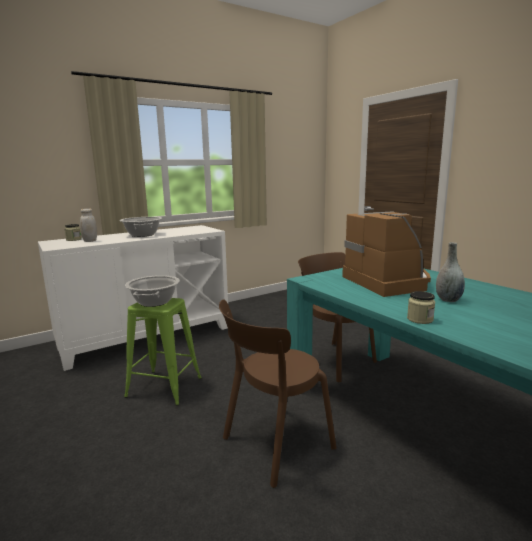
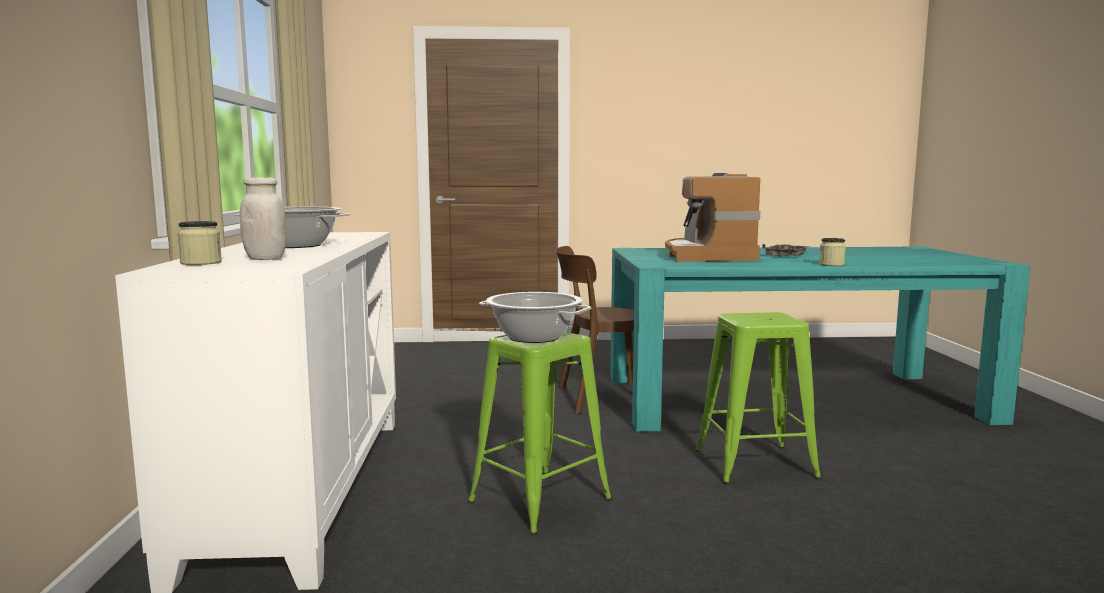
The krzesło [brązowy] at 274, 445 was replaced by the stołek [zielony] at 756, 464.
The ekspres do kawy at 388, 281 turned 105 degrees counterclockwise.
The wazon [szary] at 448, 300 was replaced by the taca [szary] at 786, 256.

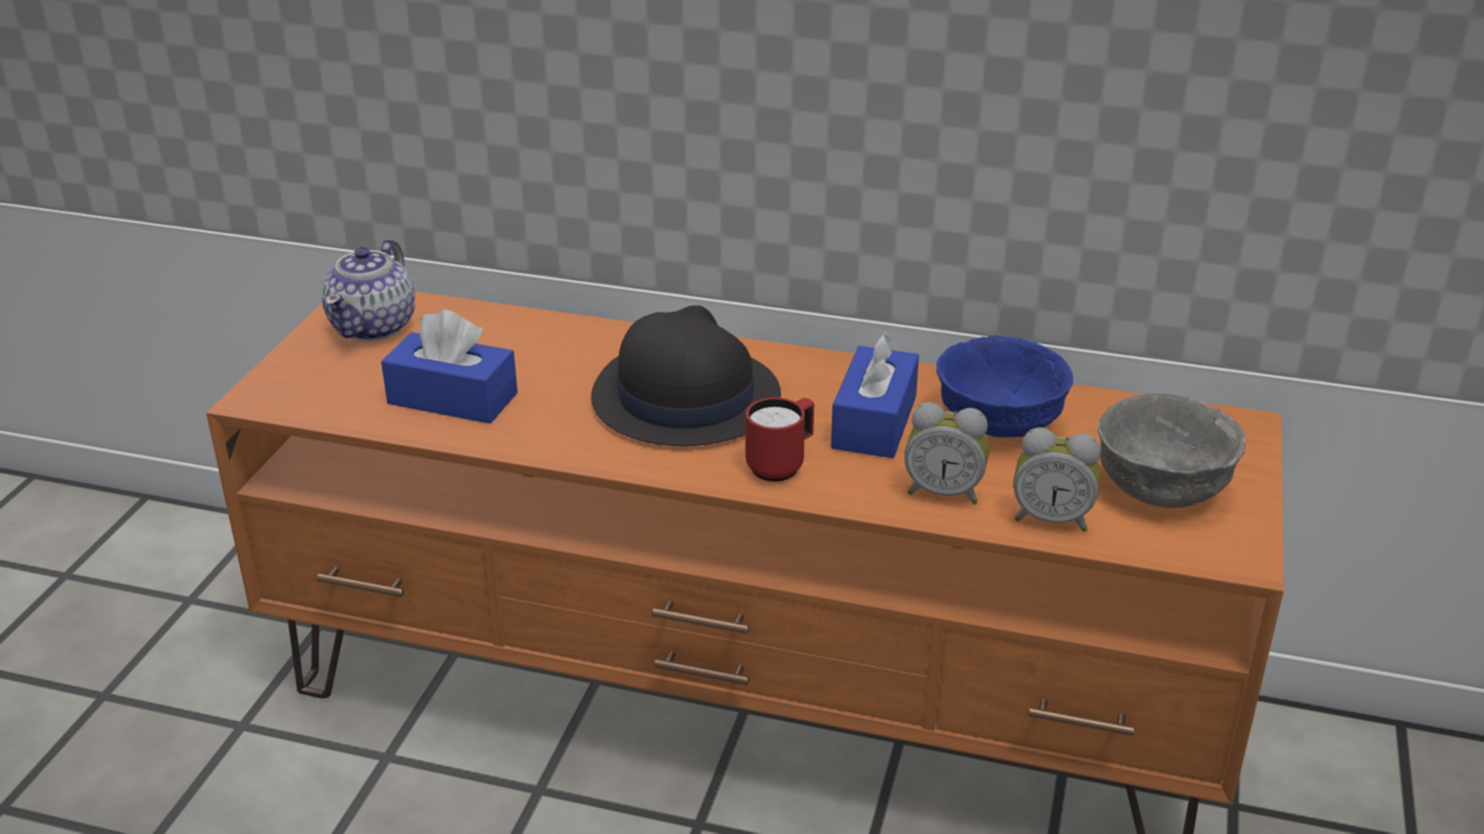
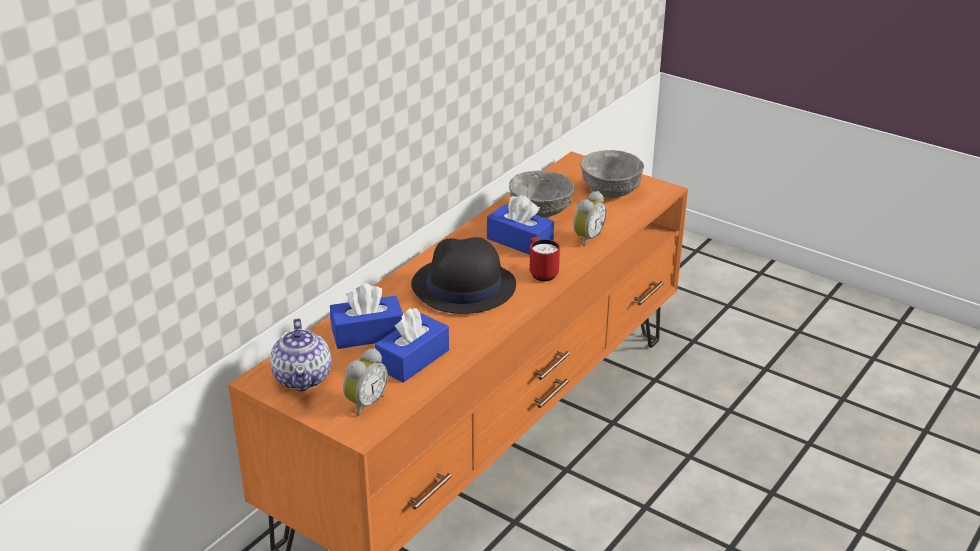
The imbryk at 374, 326 turned 45 degrees clockwise.
The miska [niebieski] at 997, 422 became the miska [szary] at 539, 212.
The budzik moved from 1051, 518 to 364, 403.
The pudełko chusteczek [niebieski] at 367, 334 appeared.

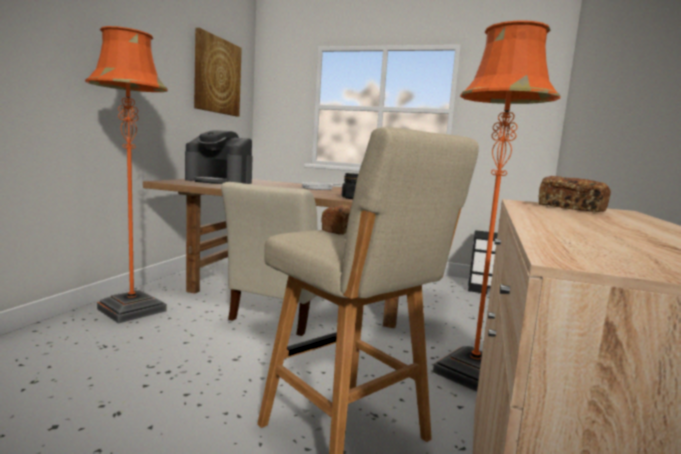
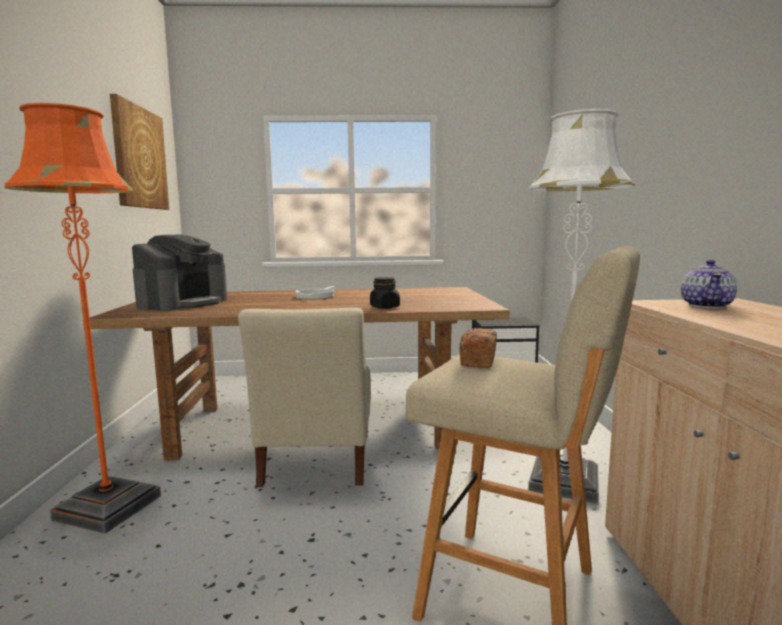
The ekspres do kawy at 219, 181 turned 60 degrees counterclockwise.
The lampa stojąca [pomarańczowy] at 473, 374 became the lampa stojąca [biały] at 564, 481.
The chleb at 571, 208 was replaced by the imbryk at 707, 305.

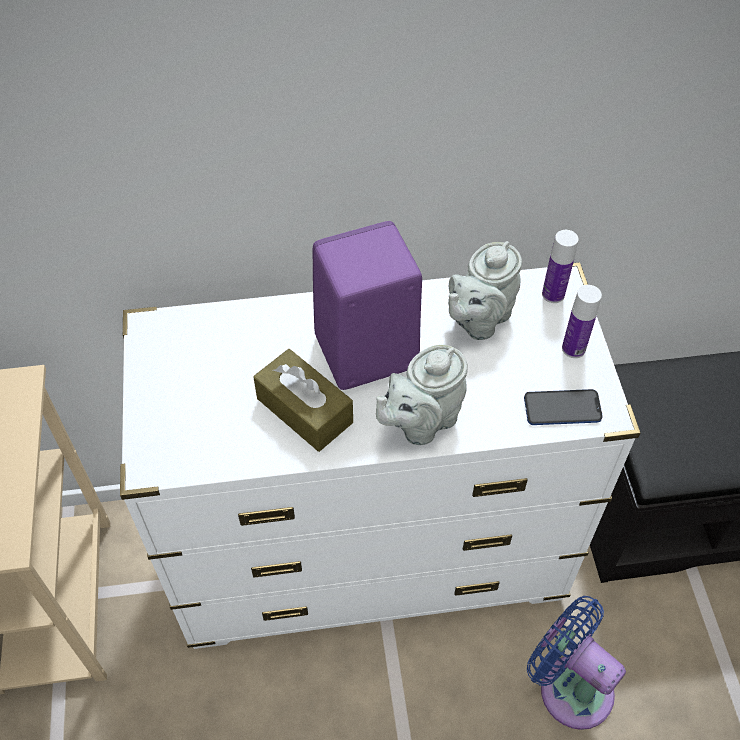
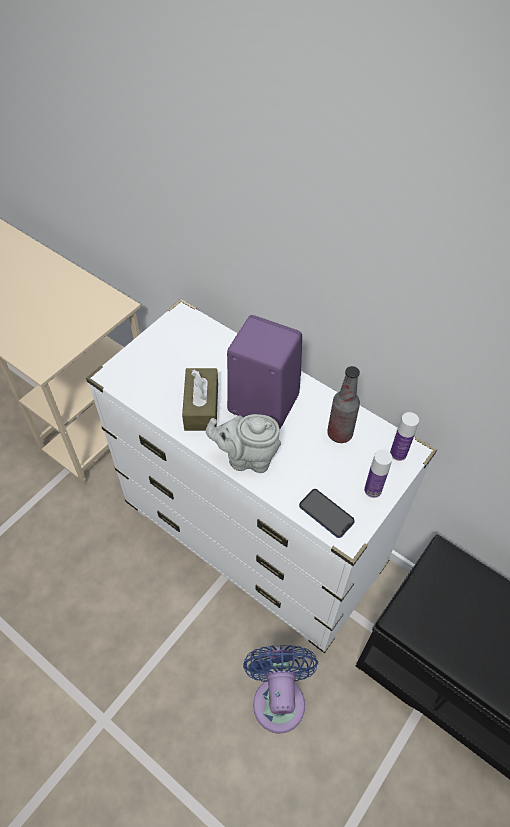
The imbryk [szary] at 479, 320 was replaced by the butelka at 339, 434.

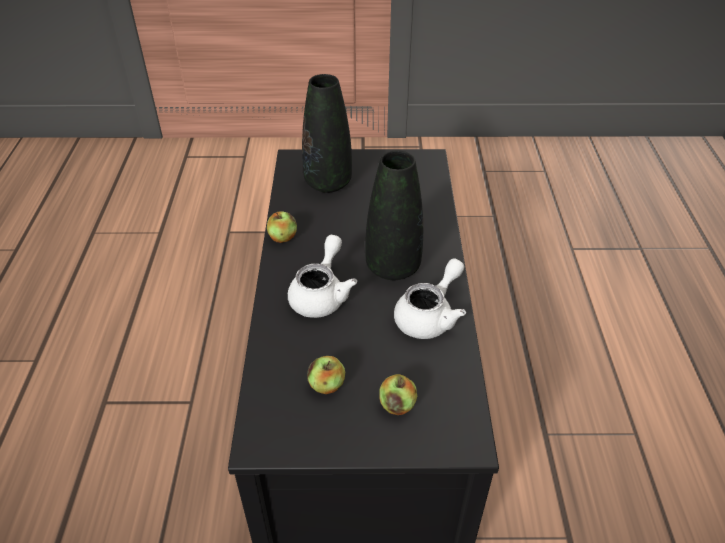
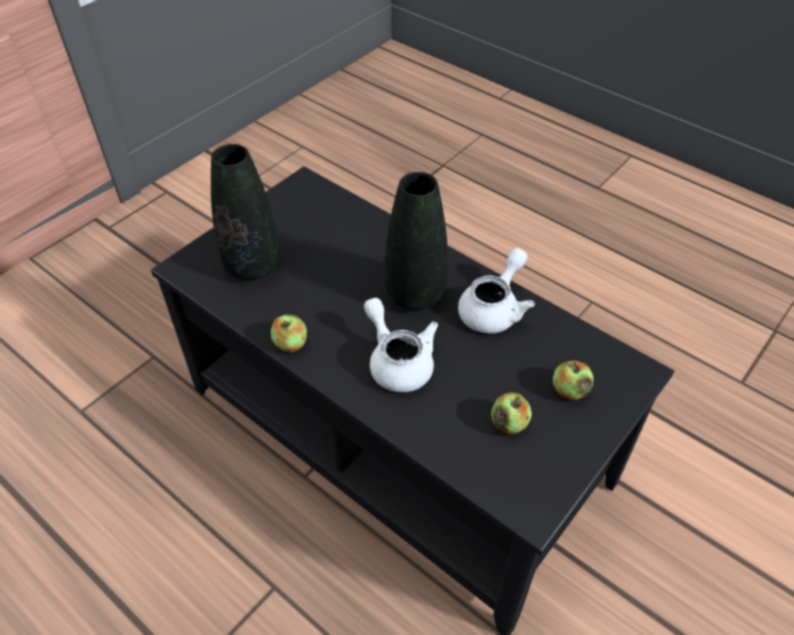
The imbryk [biały] at 430, 316 turned 45 degrees clockwise.

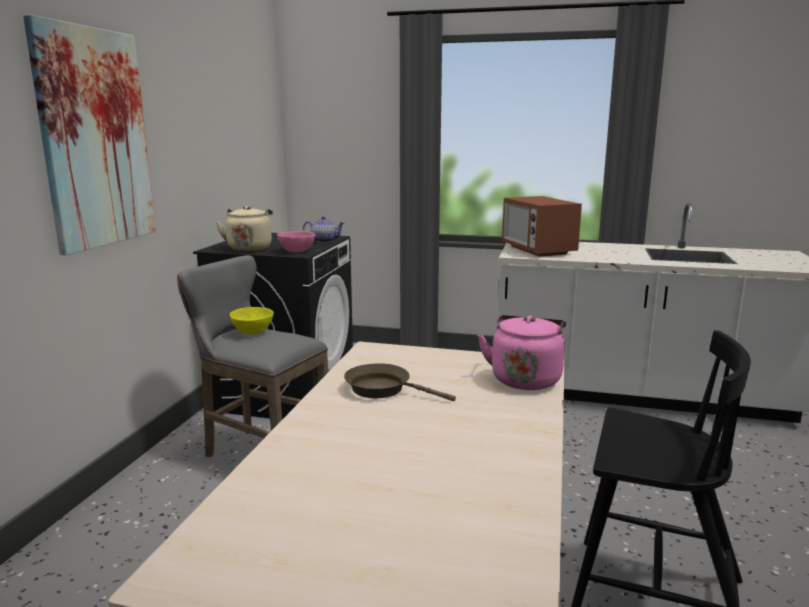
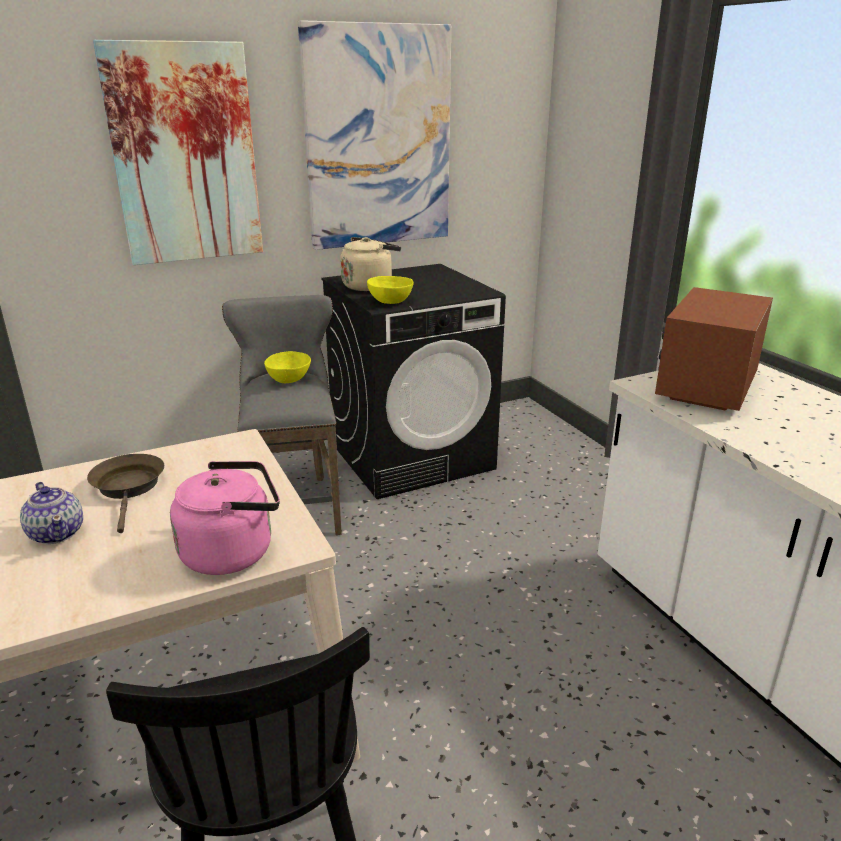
The miska [różowy] at 296, 251 became the miska [żółty] at 389, 302.
The imbryk moved from 324, 241 to 57, 533.
The obraz at 378, 138 appeared.

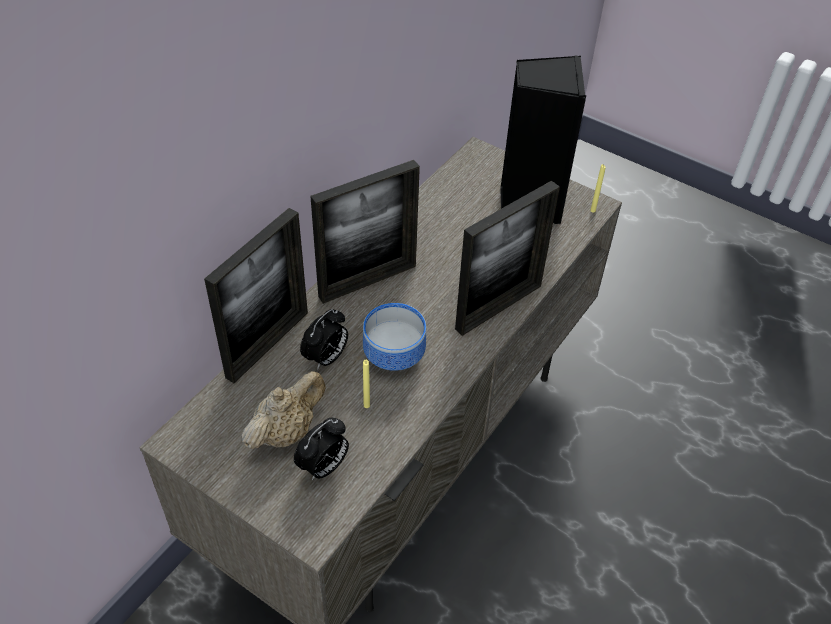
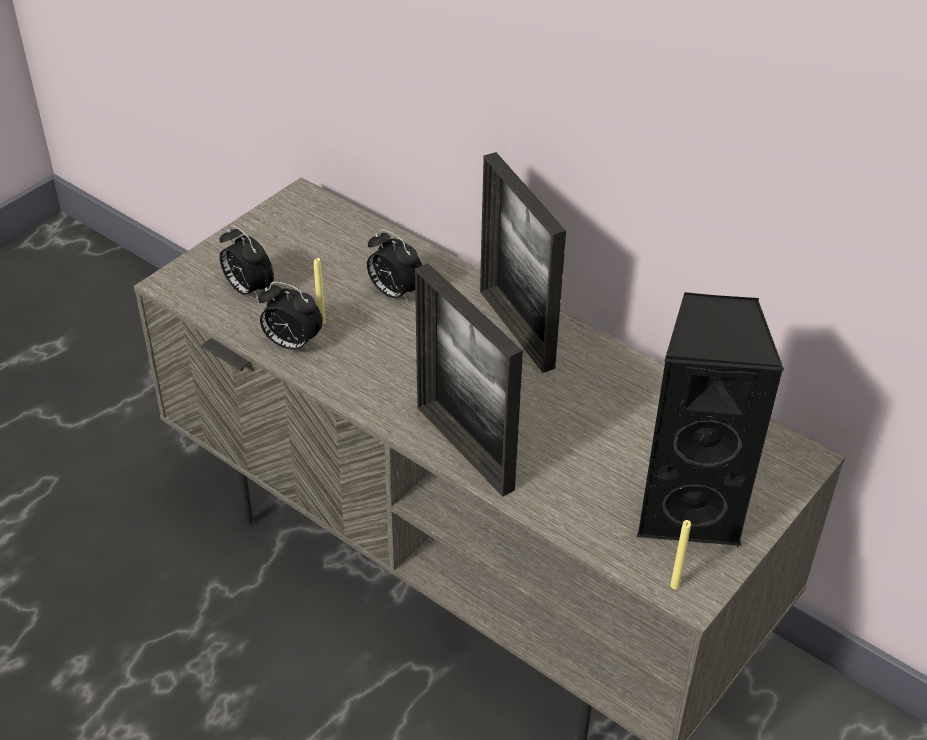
The ramka na zdjęcie at 267, 344 disappeared.
The imbryk [beżowy] at 286, 431 disappeared.
The miska at 392, 355 disappeared.
The budzik at 291, 344 appeared.

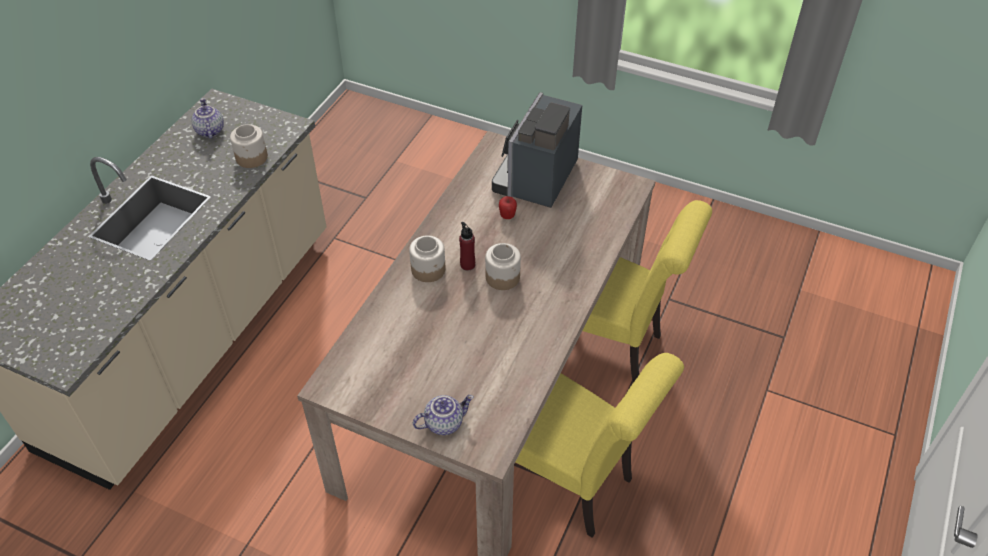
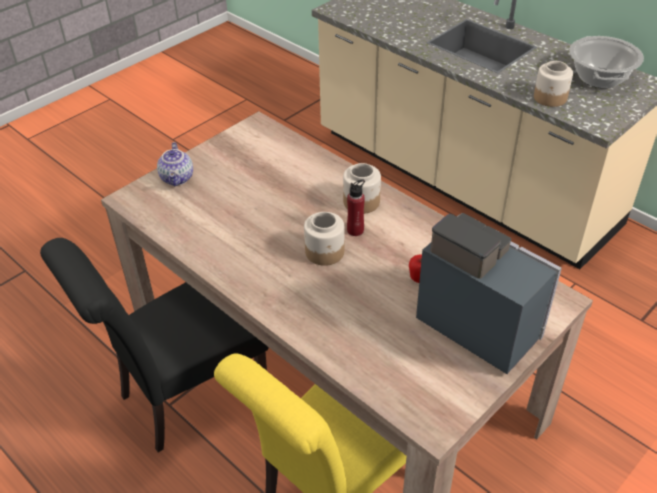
The imbryk at 209, 131 was replaced by the garnek at 599, 78.
The krzesło [żółty] at 570, 482 became the krzesło [czarny] at 185, 397.

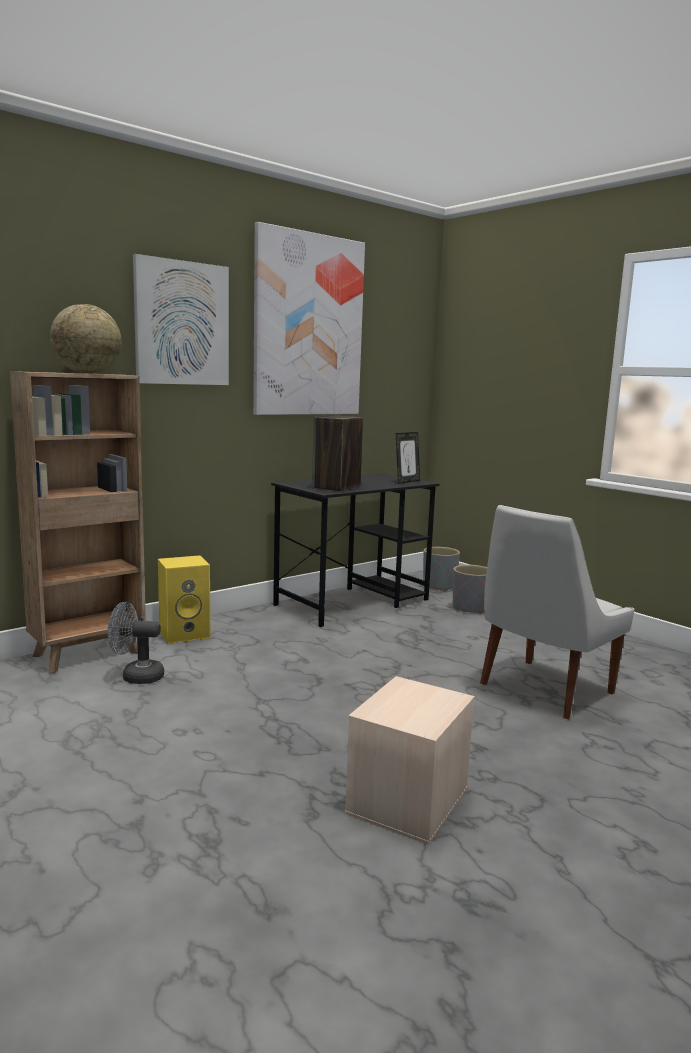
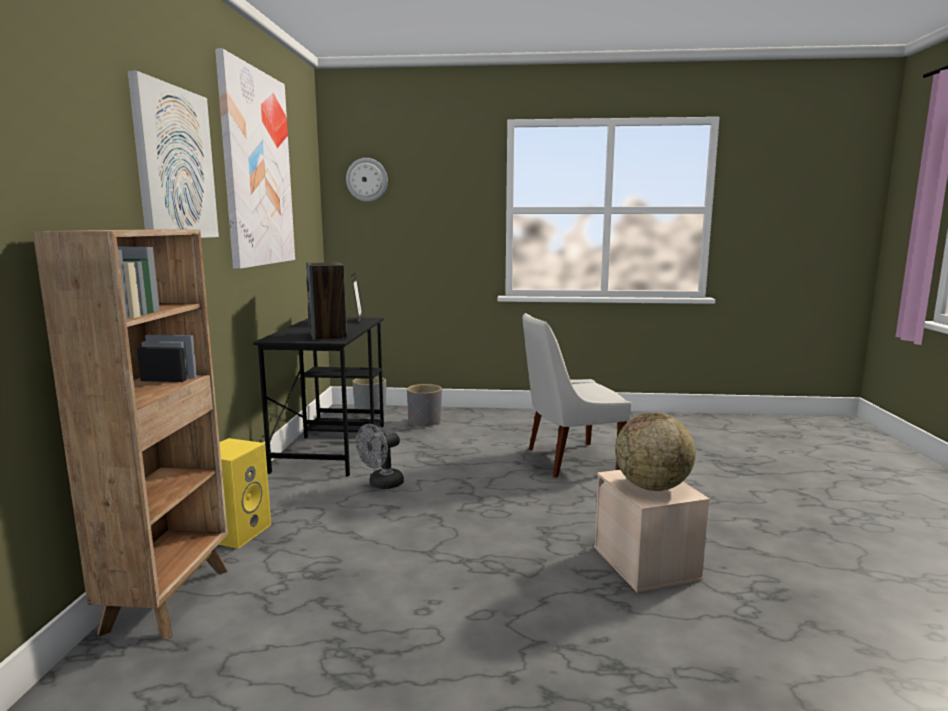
The globus moved from 87, 373 to 652, 487.
The wentylator [szary] moved from 136, 676 to 381, 484.
The krzesło [biały] at 543, 690 turned 75 degrees clockwise.
The zegar ścienny at 367, 180 appeared.

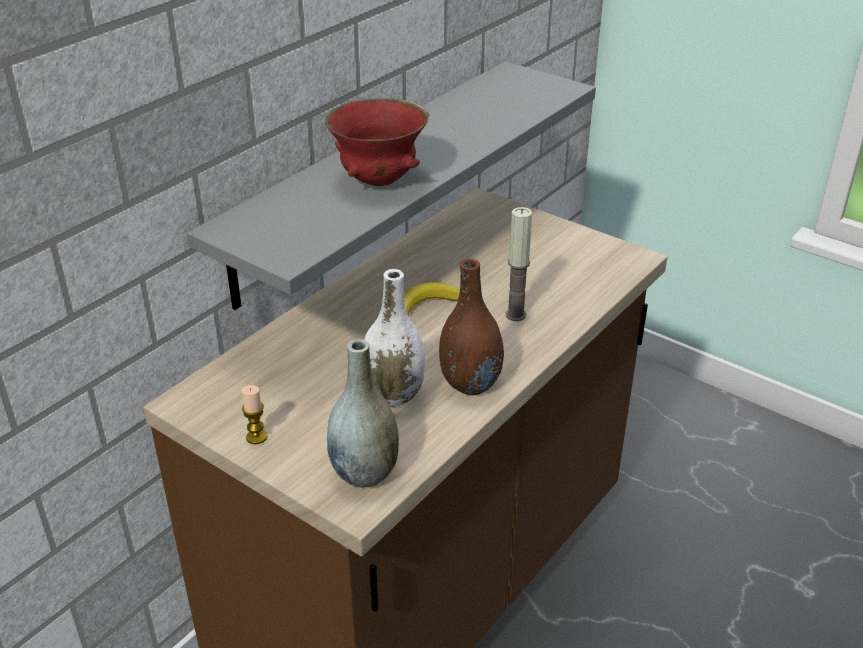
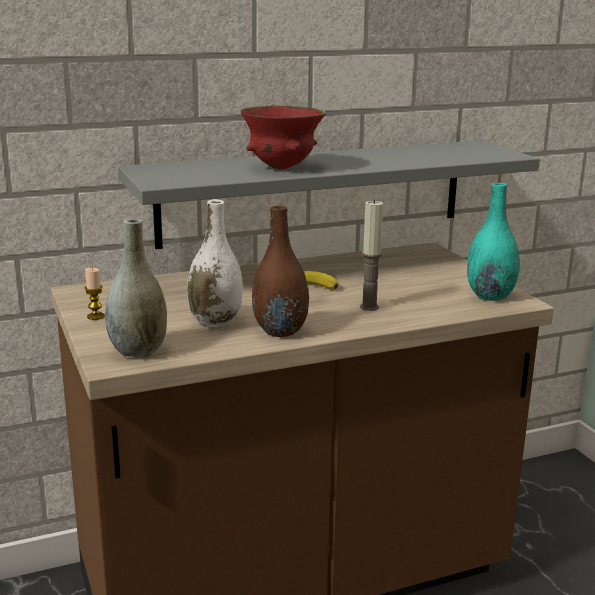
The wazon [turkusowy] at 490, 296 appeared.

